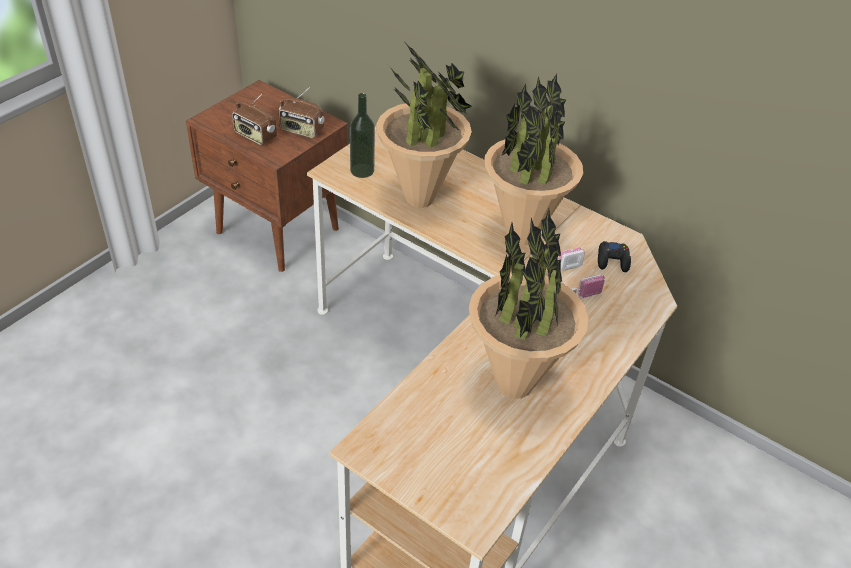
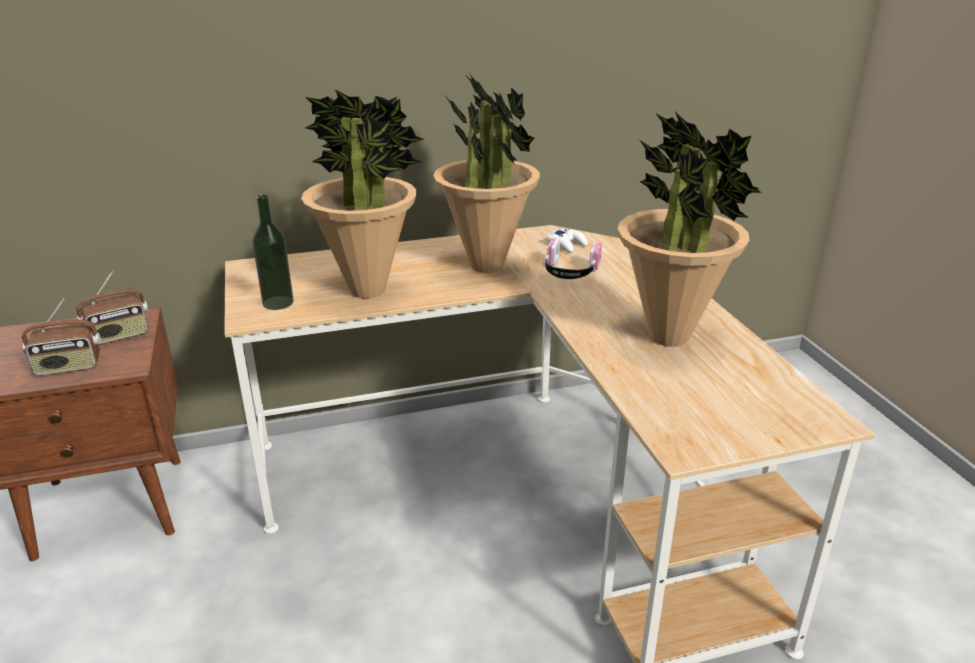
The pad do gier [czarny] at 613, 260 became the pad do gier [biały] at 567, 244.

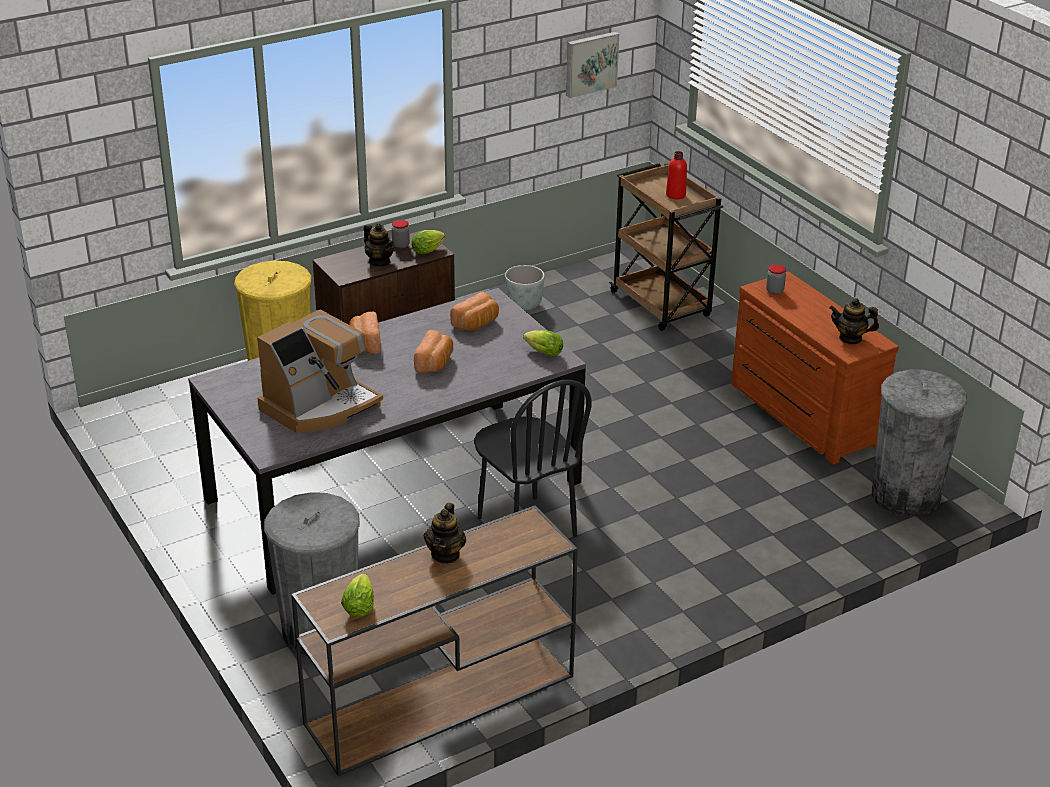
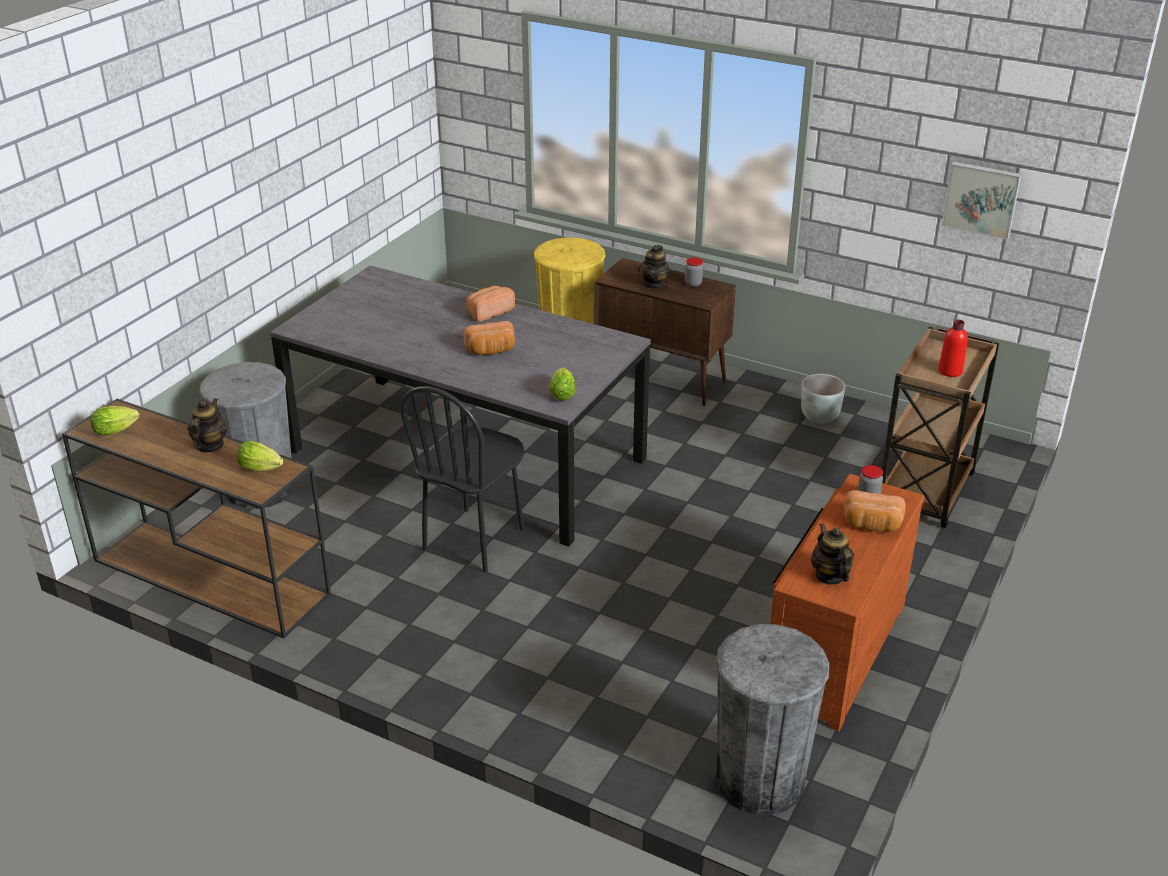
The ekspres do kawy at 320, 406 disappeared.
The sałata moved from 429, 250 to 262, 469.
The imbryk at 445, 554 turned 120 degrees clockwise.
The chleb moved from 476, 324 to 872, 525.

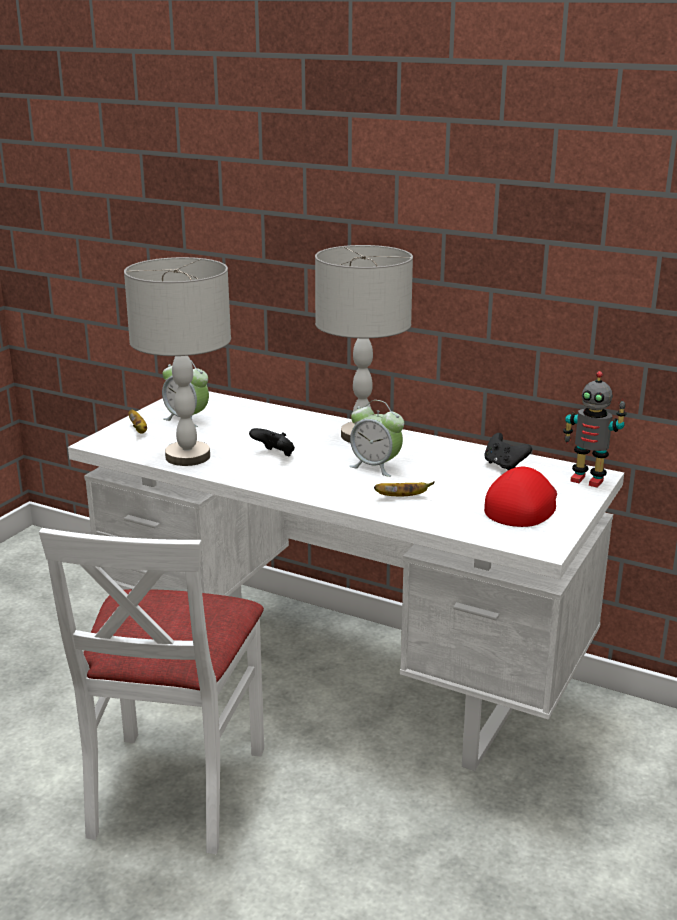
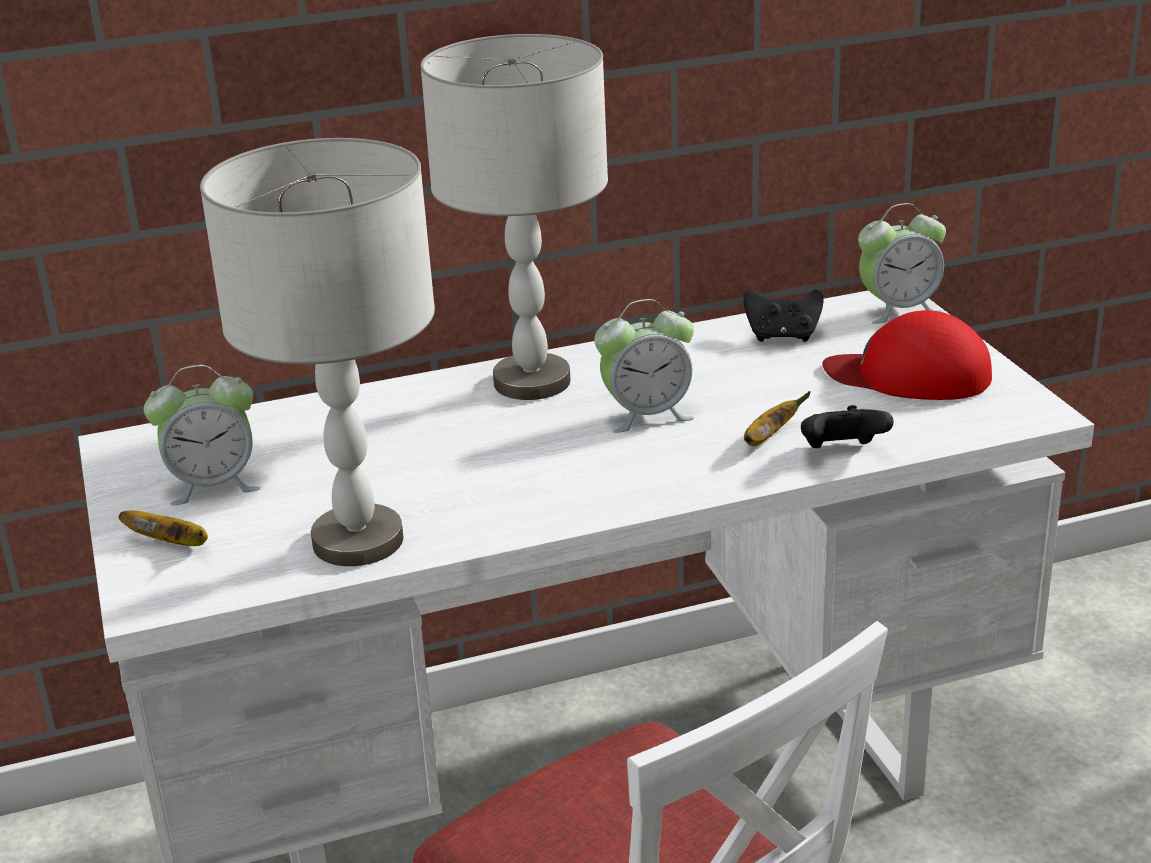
The pad do gier [czarny] moved from 274, 455 to 842, 452.
The czapka z daszkiem [czerwony] at 523, 505 turned 60 degrees counterclockwise.
The robot zabawkowy at 587, 480 was replaced by the budzik at 899, 310.

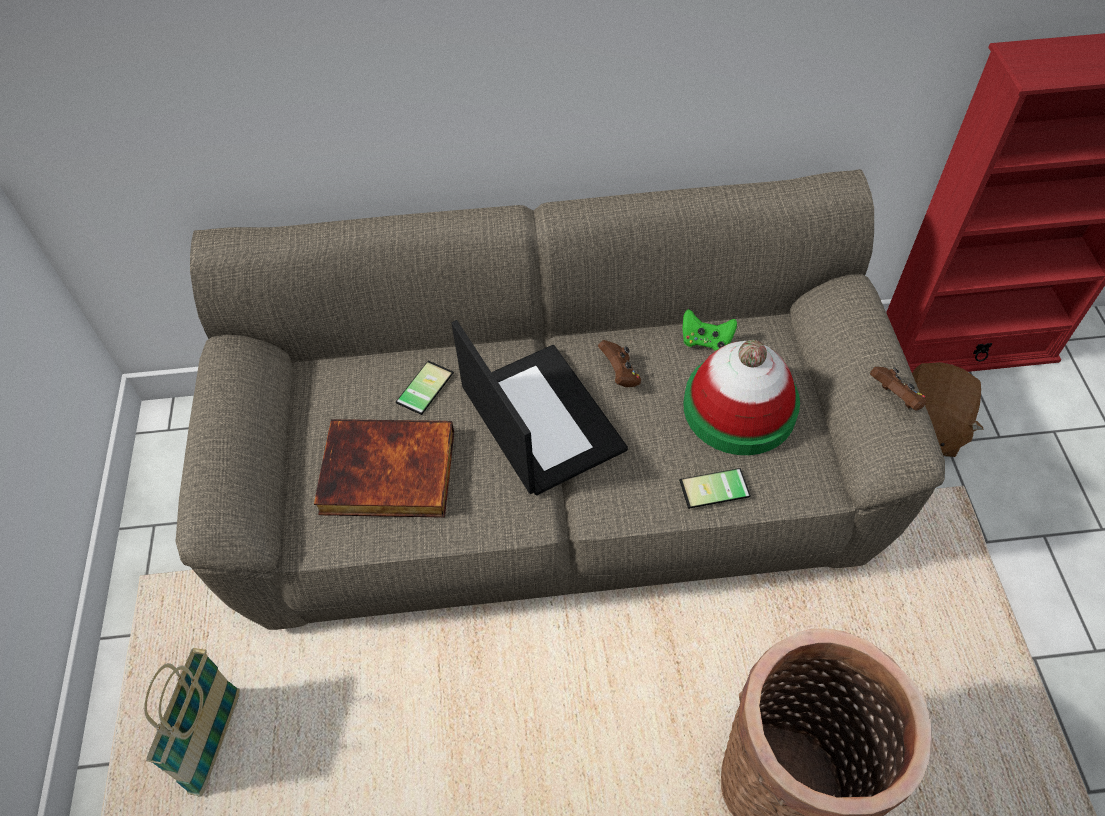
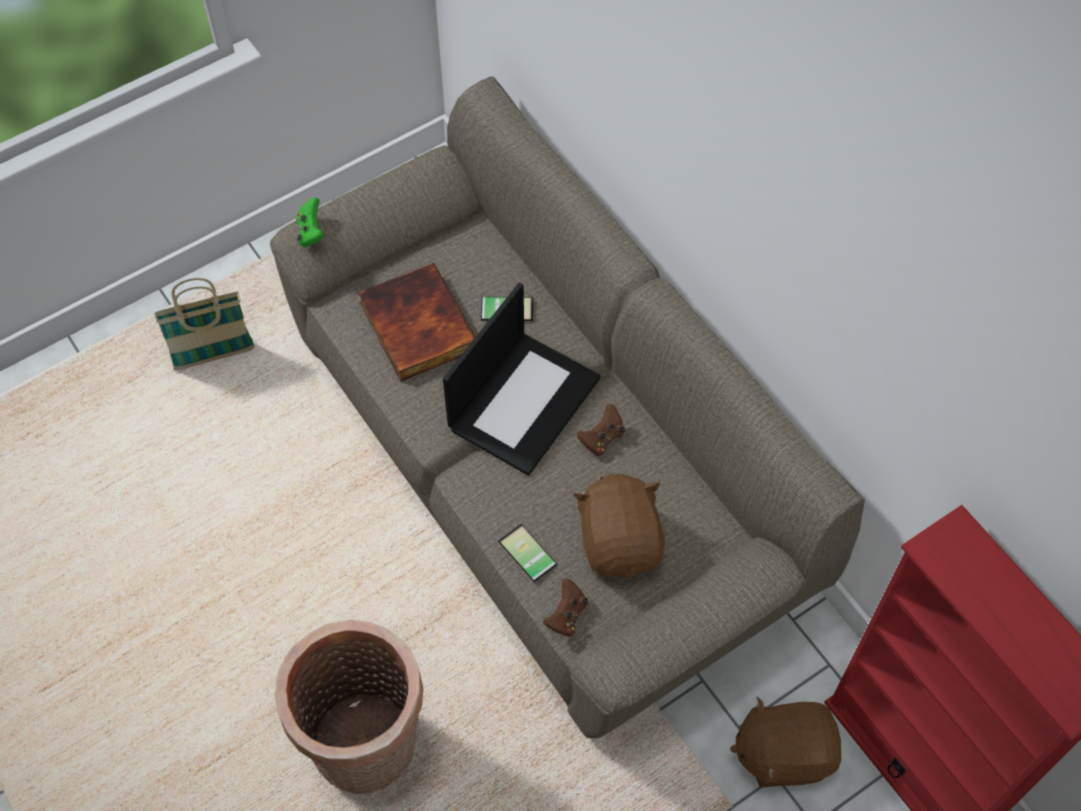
The pad do gier [zielony] moved from 706, 341 to 311, 232.
The kapelusz at 739, 408 was replaced by the pluszak [brązowy] at 620, 541.
The pad do gier [brązowy] moved from 895, 398 to 566, 615.

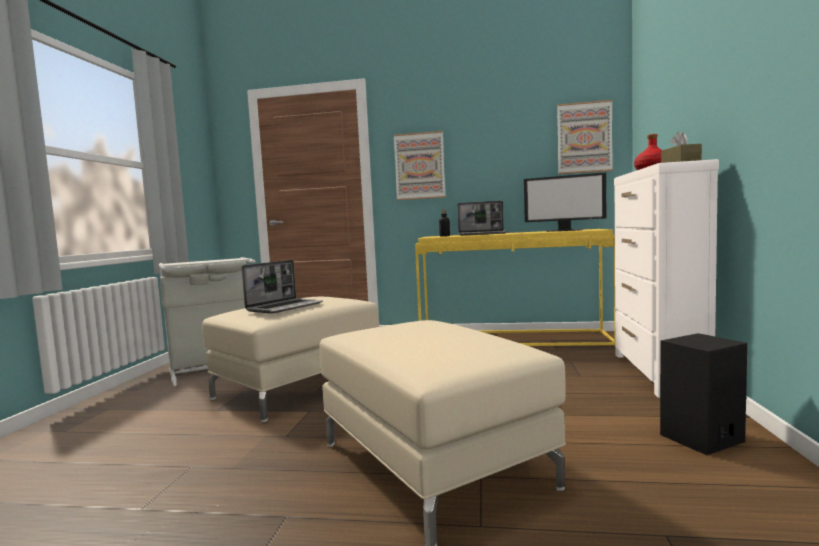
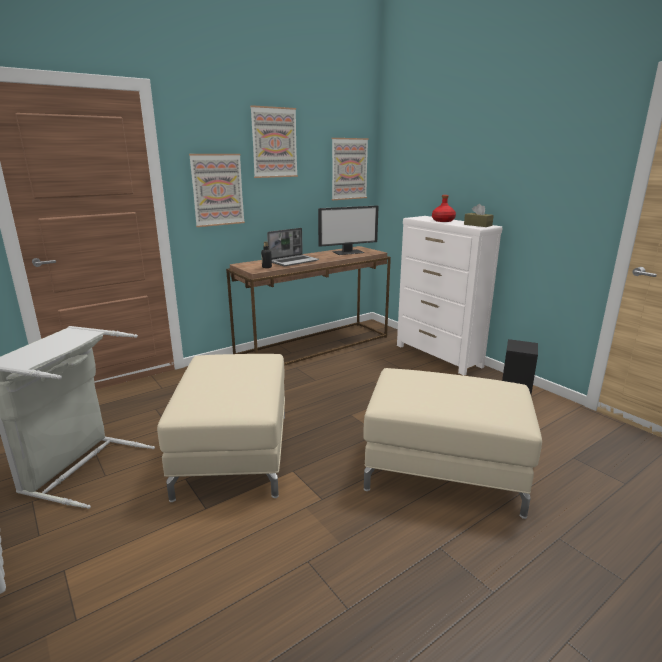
The laptop at 285, 307 disappeared.
The stolik konsolowy [żółty] at 515, 339 became the stolik konsolowy [brązowy] at 314, 346.
The obraz at 274, 142 appeared.

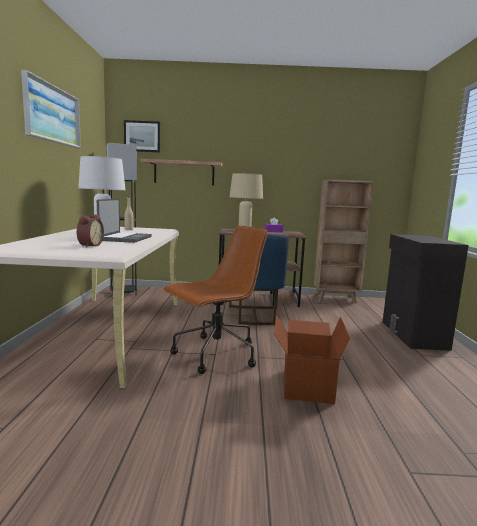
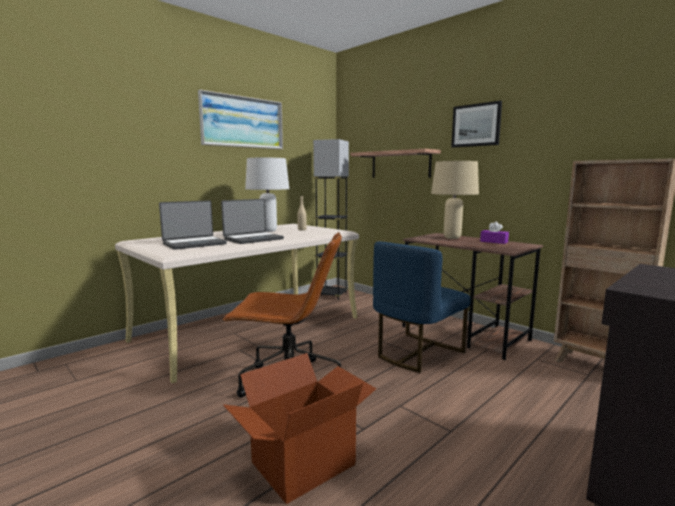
The budzik at 89, 245 was replaced by the laptop at 194, 244.
The obraz moved from 142, 136 to 476, 125.

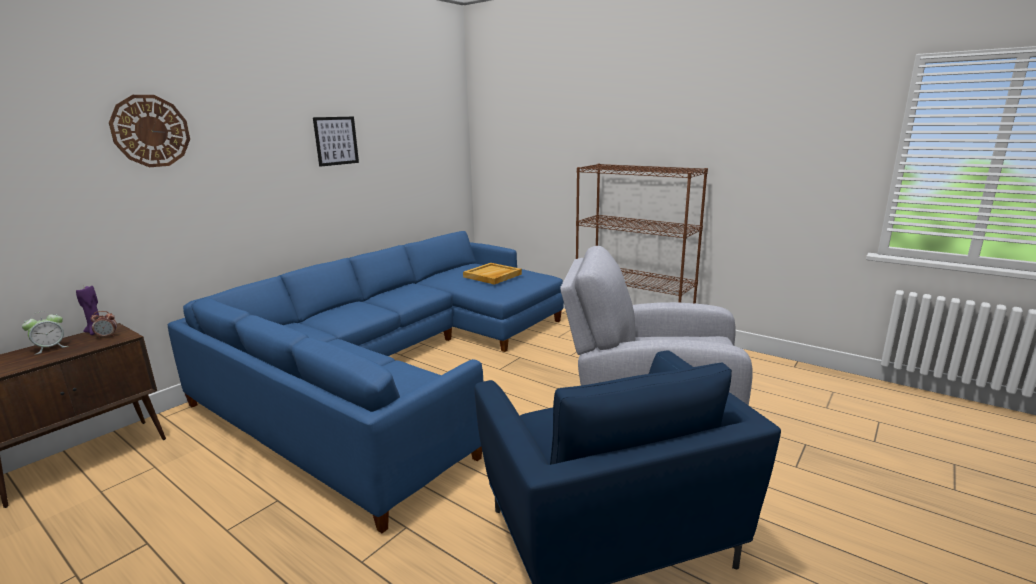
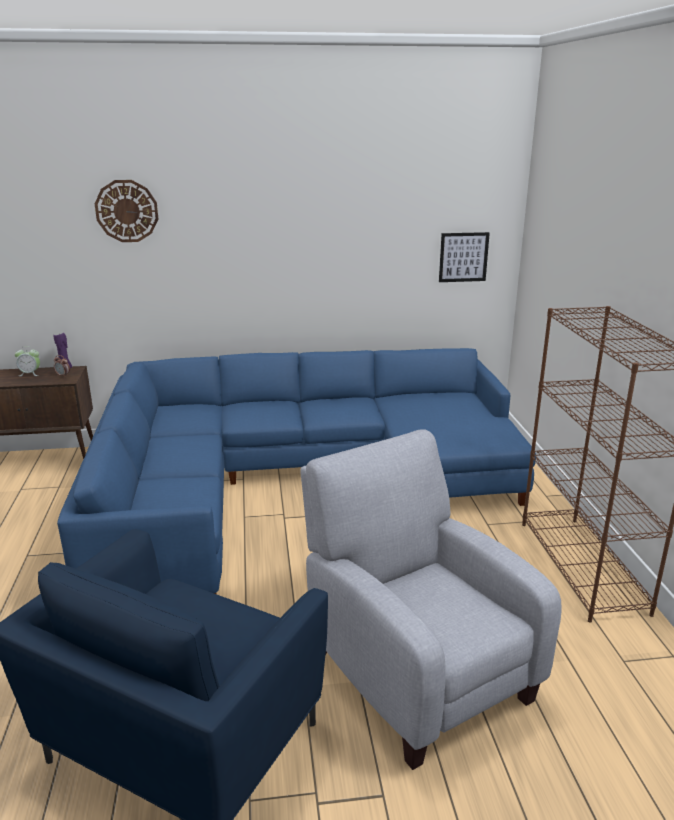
The obraz moved from 336, 141 to 463, 257.
The taca [beżowy] at 492, 276 disappeared.

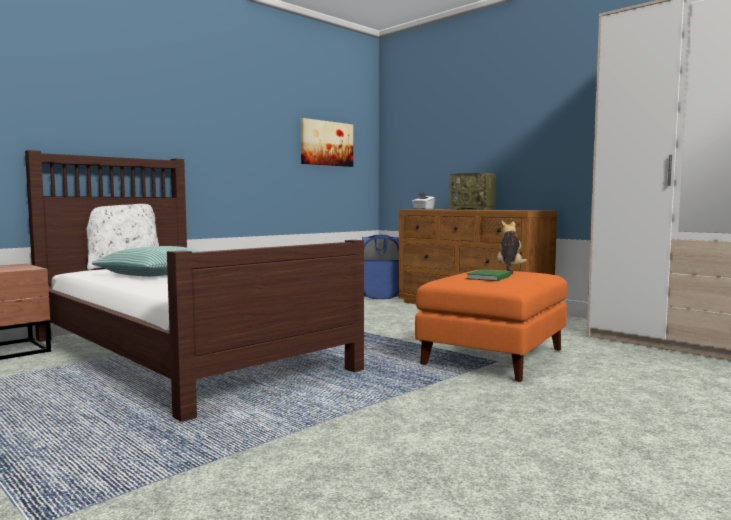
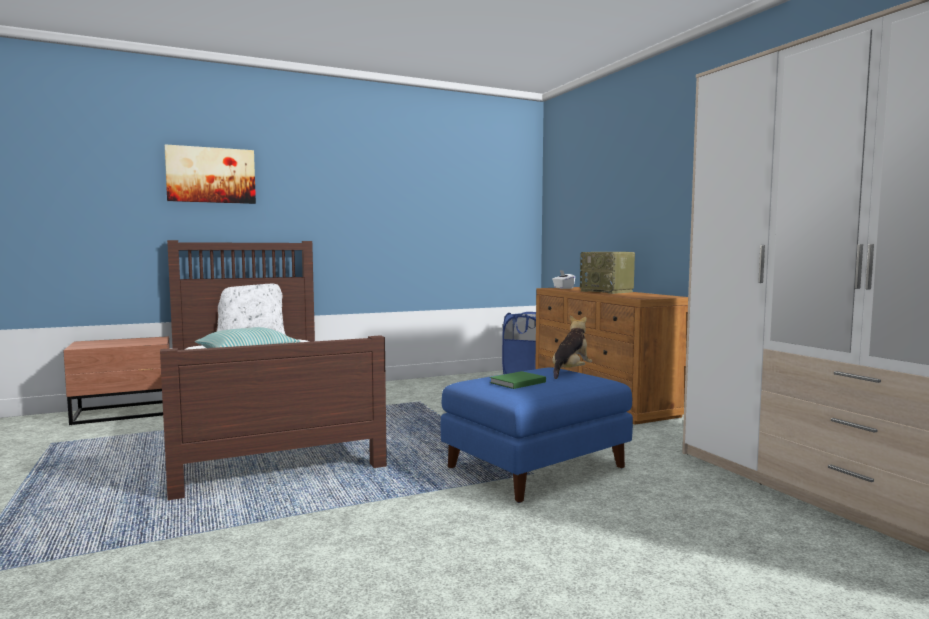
The obraz moved from 326, 143 to 211, 175.
The pufa [pomarańczowy] at 494, 358 became the pufa [niebieski] at 535, 468.

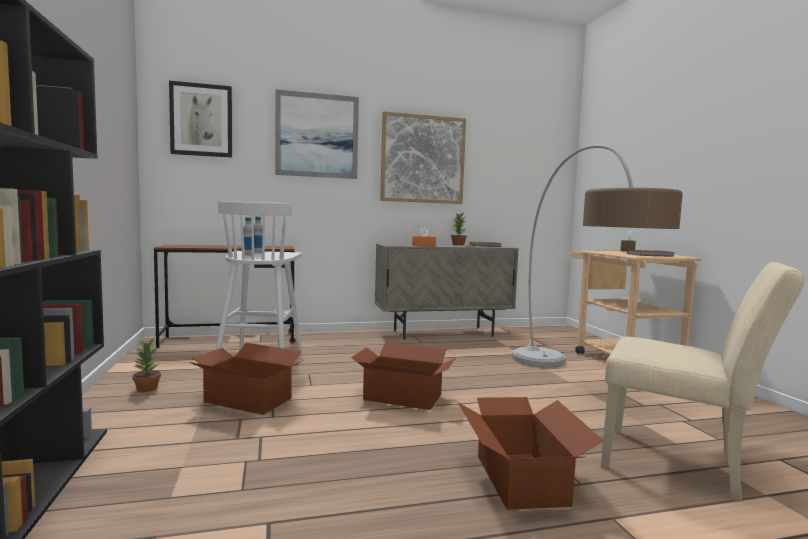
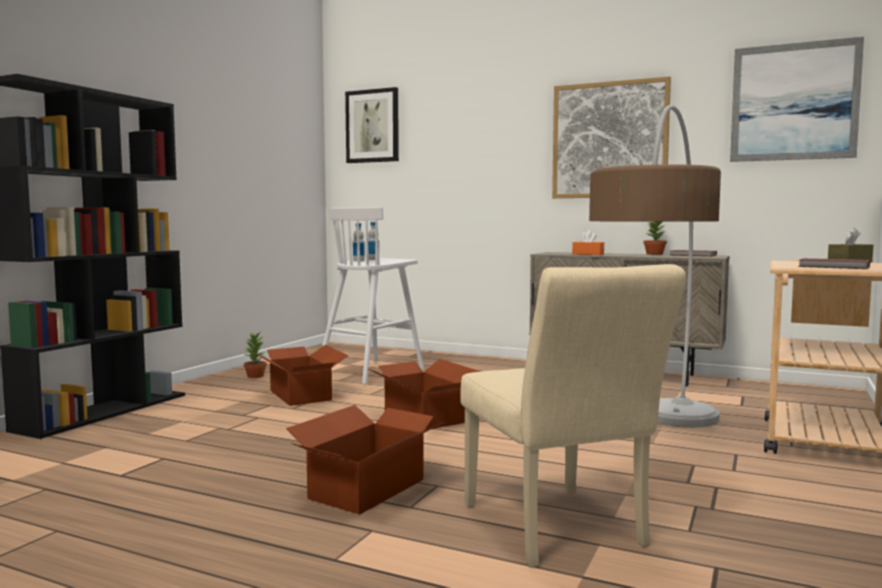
The biurko [brązowy] at 229, 340 disappeared.
The obraz moved from 317, 135 to 794, 102.

